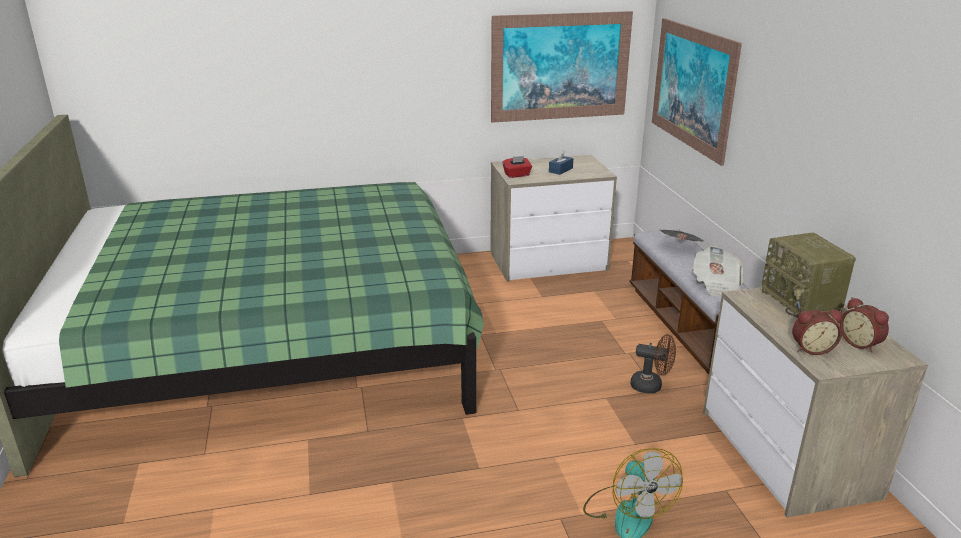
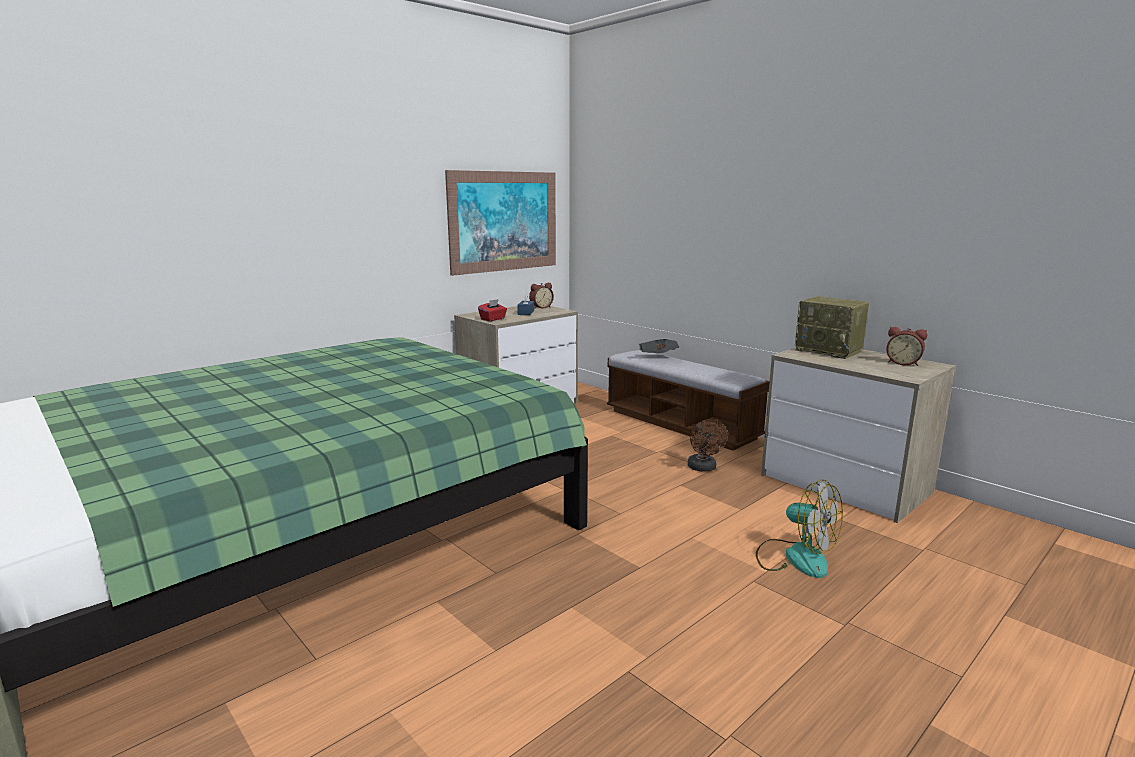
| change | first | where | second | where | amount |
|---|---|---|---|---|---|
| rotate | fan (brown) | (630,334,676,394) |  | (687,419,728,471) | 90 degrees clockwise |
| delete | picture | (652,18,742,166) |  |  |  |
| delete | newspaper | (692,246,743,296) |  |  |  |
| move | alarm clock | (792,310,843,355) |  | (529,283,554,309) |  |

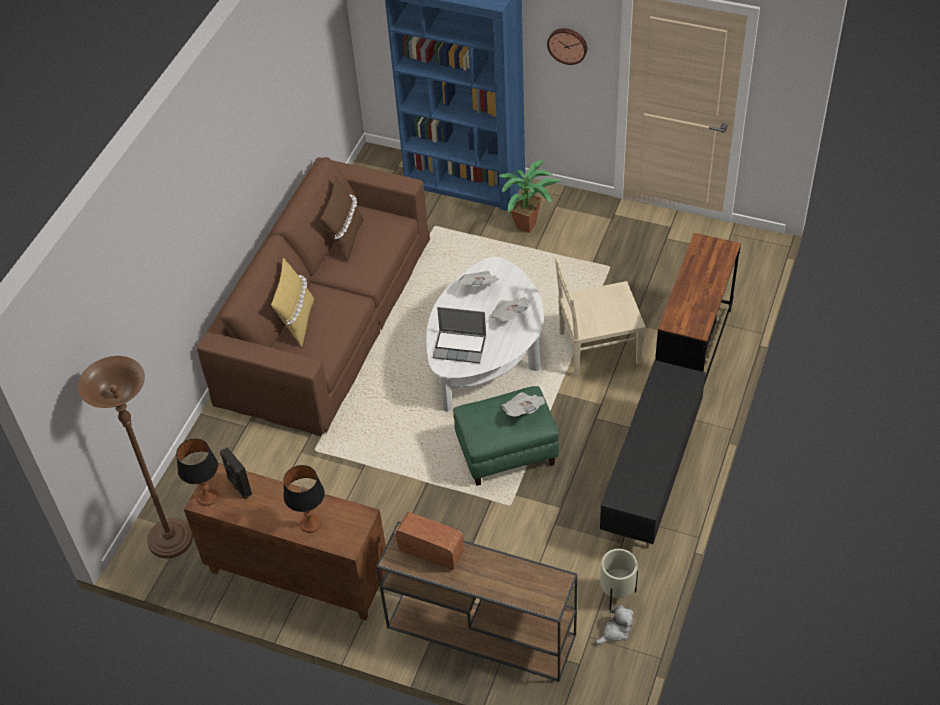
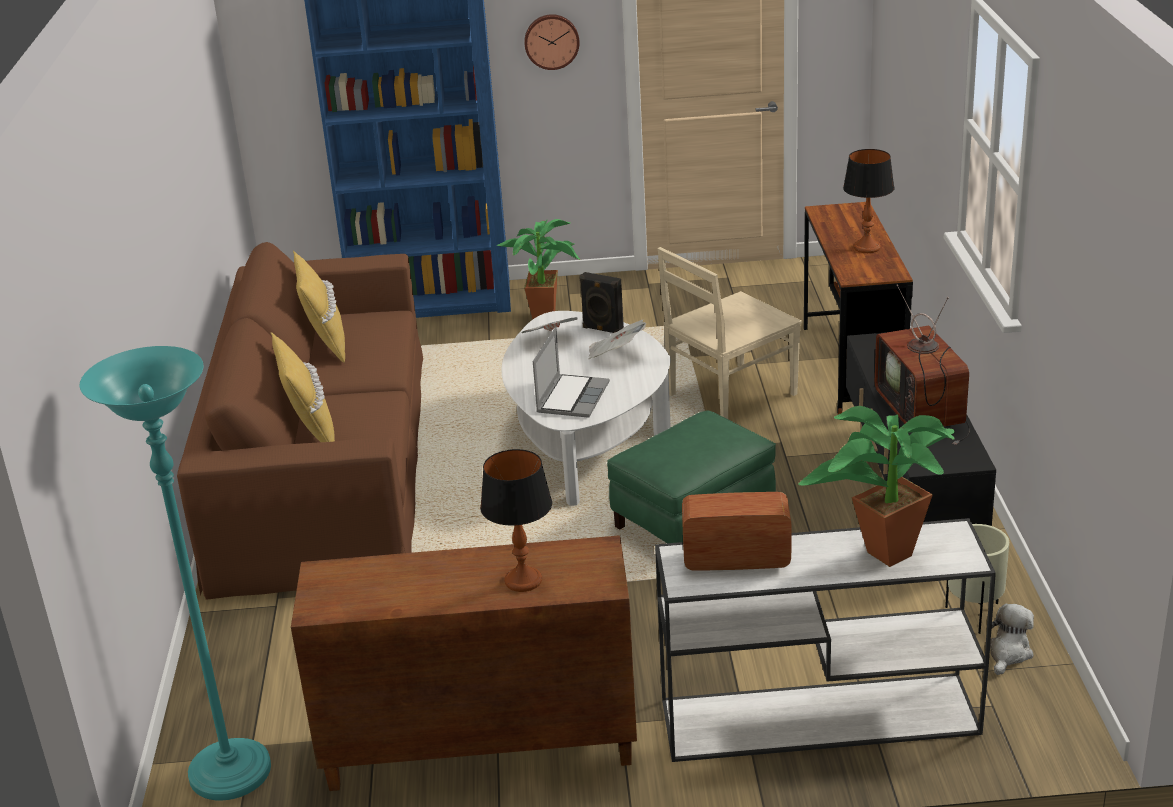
| change | first | where | second | where | amount |
|---|---|---|---|---|---|
| recolor | floor lamp (brown) | (78,356,193,558) | floor lamp (turquoise) | (79,346,271,801) |  |
| move | table lamp | (176,438,218,506) |  | (843,149,894,253) |  |
| move | speaker (black) | (220,447,252,499) |  | (579,272,624,333) |  |
| recolor | pillow (brown) | (320,177,364,263) | pillow (yellow) | (293,251,345,363) |  |
| recolor | console table (brown) | (376,522,578,681) | console table (white) | (655,518,996,762) |  |
| rotate | laptop | (433,307,486,364) |  | (533,327,610,418) | 60 degrees counterclockwise |
| delete | newspaper | (502,392,545,416) |  |  |  |
| insert |  |  | potted plant | (799,406,955,567) |  |
| insert |  |  | television | (875,284,970,445) |  |

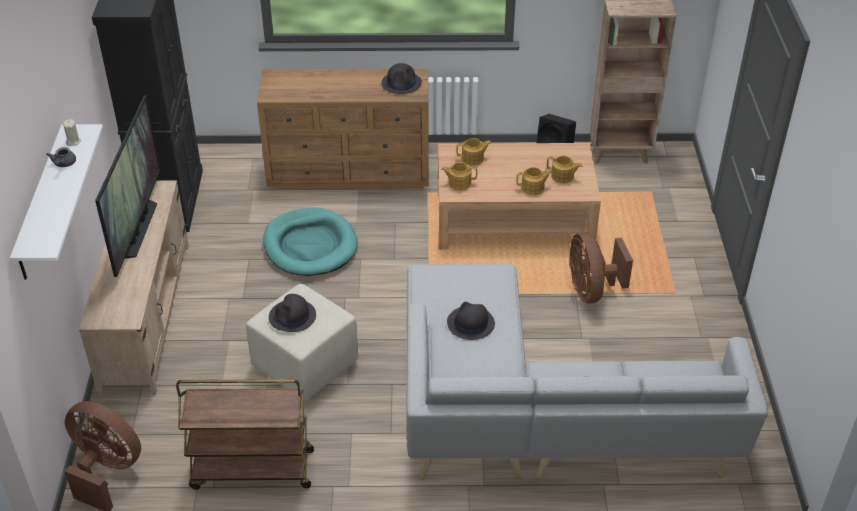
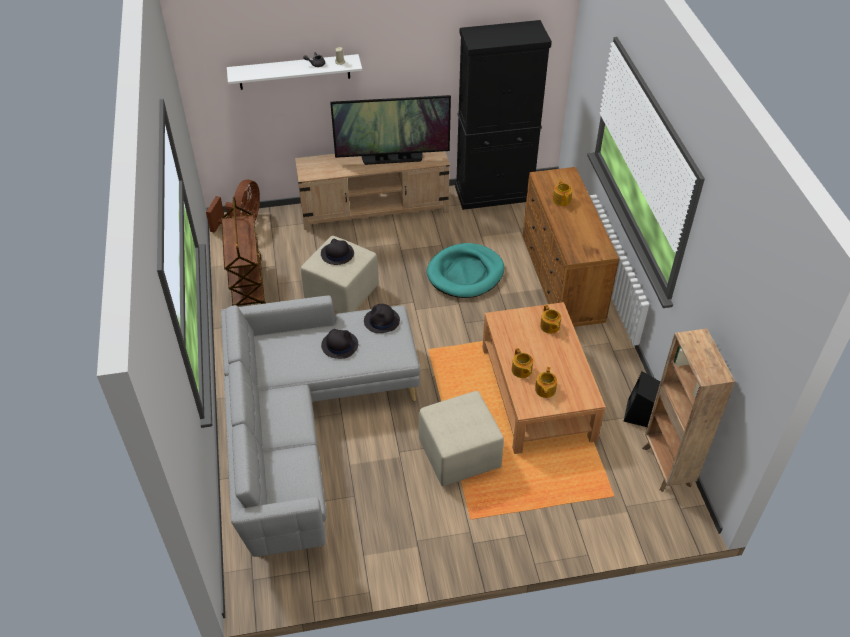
| change | first | where | second | where | amount |
|---|---|---|---|---|---|
| move | hat (black) | (381,63,422,94) |  | (364,304,400,333) |  |
| move | teapot | (441,162,477,190) |  | (553,179,572,206) |  |
| replace | fan (brown) | (569,232,633,303) | ottoman (beige) | (418,391,504,487) |  |

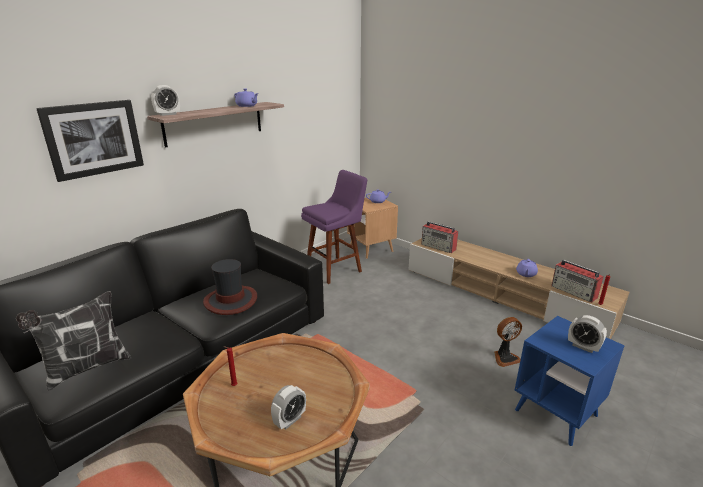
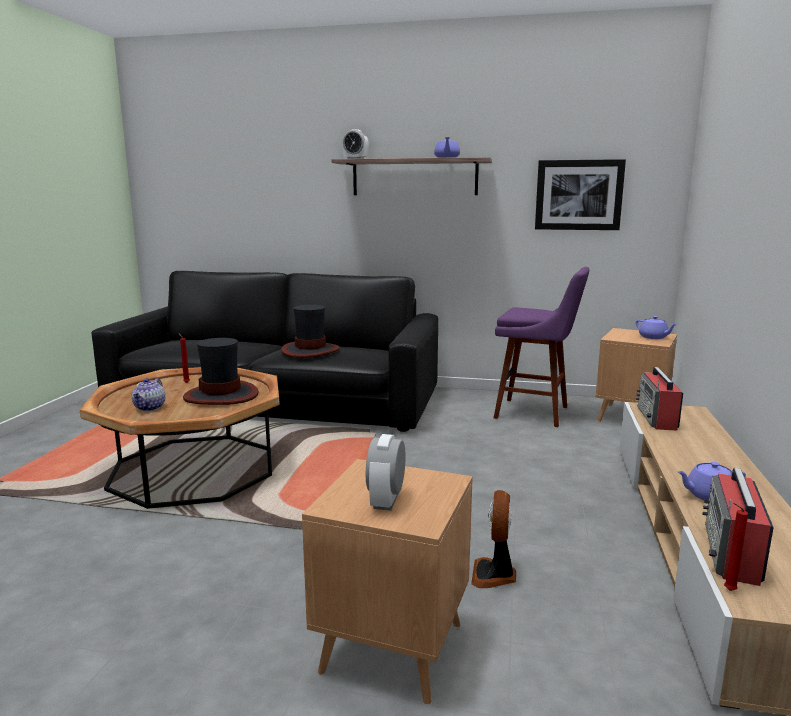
| change | first | where | second | where | amount |
|---|---|---|---|---|---|
| delete | pillow | (16,291,131,391) |  |  |  |
| move | picture | (36,100,144,182) |  | (535,159,626,230) |  |
| replace | alarm clock | (271,385,306,430) | teapot | (132,378,165,411) |  |
| rotate | fan | (494,317,522,367) |  | (471,490,516,588) | 60 degrees clockwise |
| recolor | side table (blue) | (515,316,625,446) | side table (brown) | (302,459,473,705) |  |
| insert |  |  | hat | (183,338,259,405) |  |

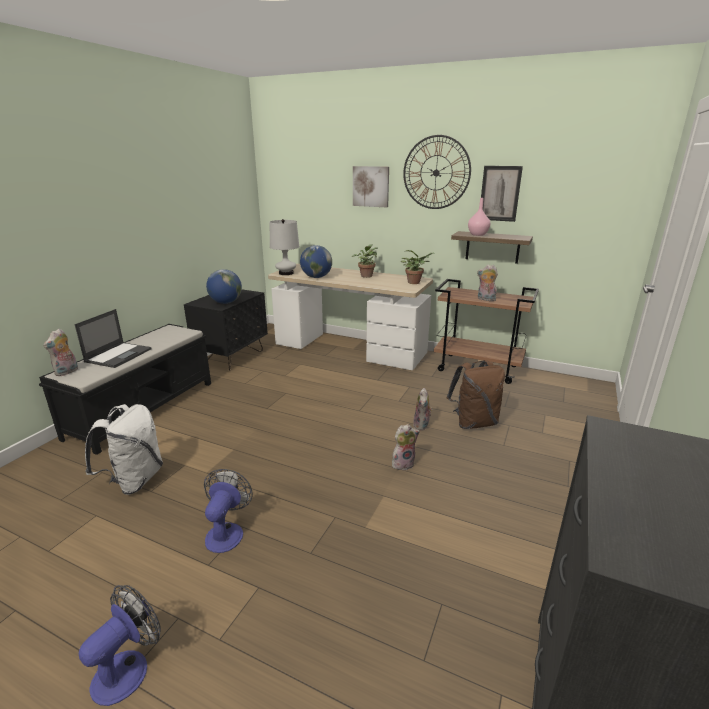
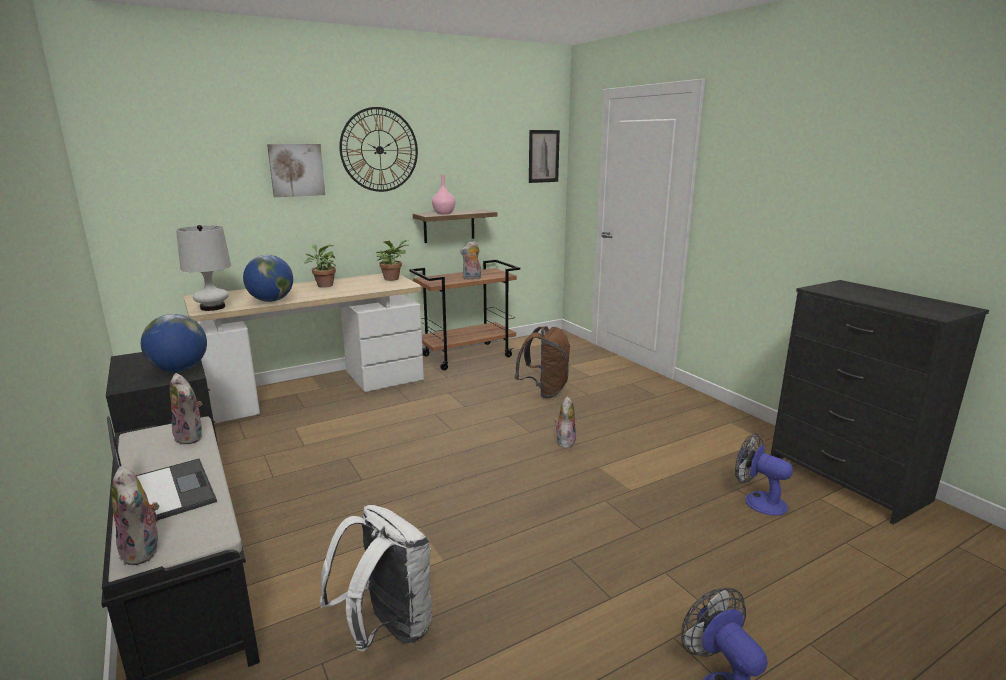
| change | first | where | second | where | amount |
|---|---|---|---|---|---|
| move | fan | (204,469,253,553) |  | (735,433,793,515) |  |
| move | plush toy | (413,388,433,431) |  | (170,373,202,445) |  |
| move | picture | (481,166,523,222) |  | (529,130,560,183) |  |

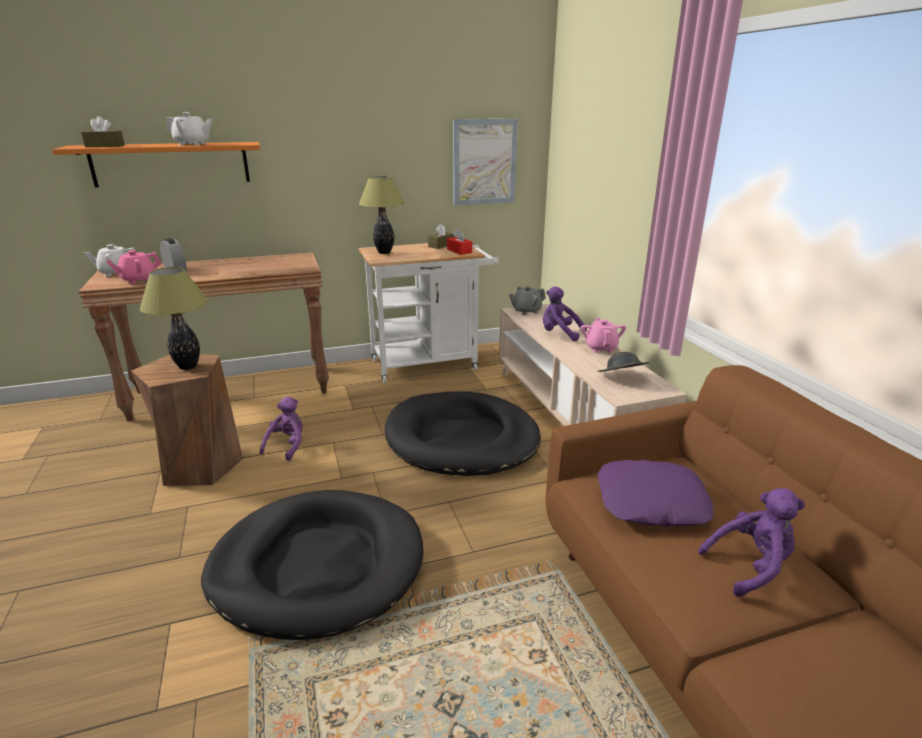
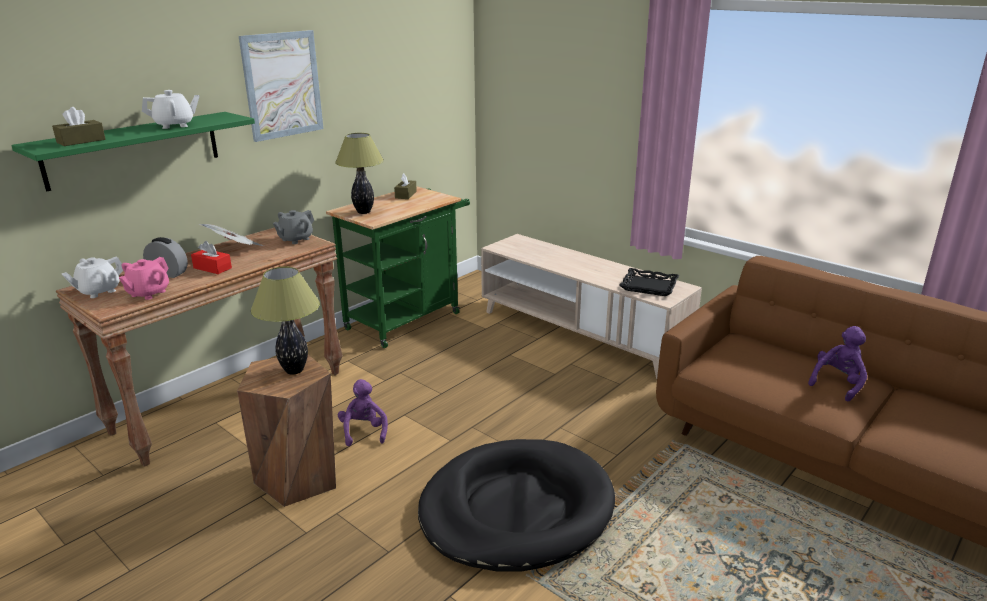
| change | first | where | second | where | amount |
|---|---|---|---|---|---|
| recolor | shelf (orange) | (52,142,260,188) | shelf (green) | (11,112,255,191) |  |
| recolor | cart (white) | (359,243,499,383) | cart (green) | (326,186,470,348) |  |
| delete | dog bed (black) | (385,391,541,476) |  |  |  |
| move | tissue box (red) | (447,229,472,255) |  | (191,241,232,274) |  |
| move | picture | (453,119,518,206) |  | (239,30,323,142) |  |
| move | teapot (grey) | (509,286,546,315) |  | (273,210,314,244) |  |
| delete | plush toy (purple) | (543,287,587,341) |  |  |  |
| delete | teapot (pink) | (581,318,626,353) |  |  |  |
| replace | hat (grey) | (597,352,650,372) | tray (black) | (619,268,679,296) |  |
| delete | pillow (purple) | (598,460,714,527) |  |  |  |
| insert |  |  | newspaper | (198,224,265,246) |  |

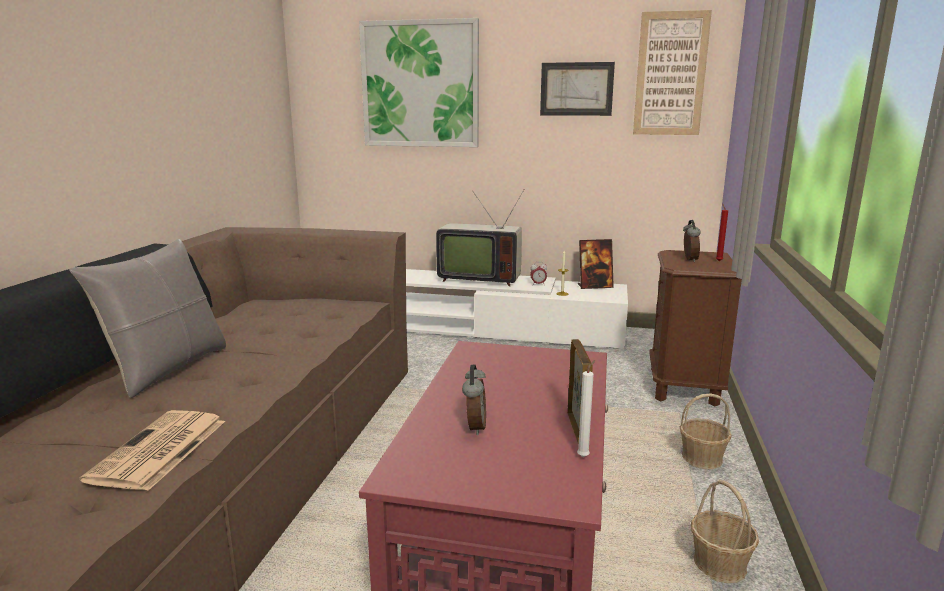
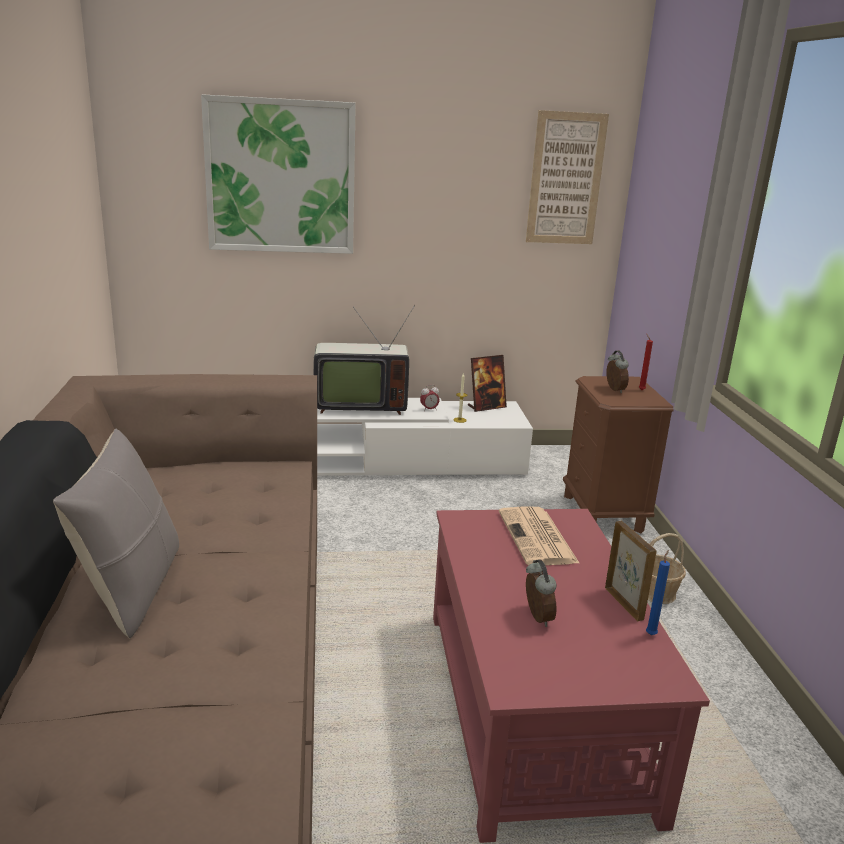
| change | first | where | second | where | amount |
|---|---|---|---|---|---|
| move | newspaper | (80,410,225,491) |  | (499,506,580,565) |  |
| delete | picture | (540,62,615,116) |  |  |  |
| recolor | candle (white) | (577,360,595,457) | candle (blue) | (646,550,670,635) |  |
| delete | basket | (691,480,759,583) |  |  |  |

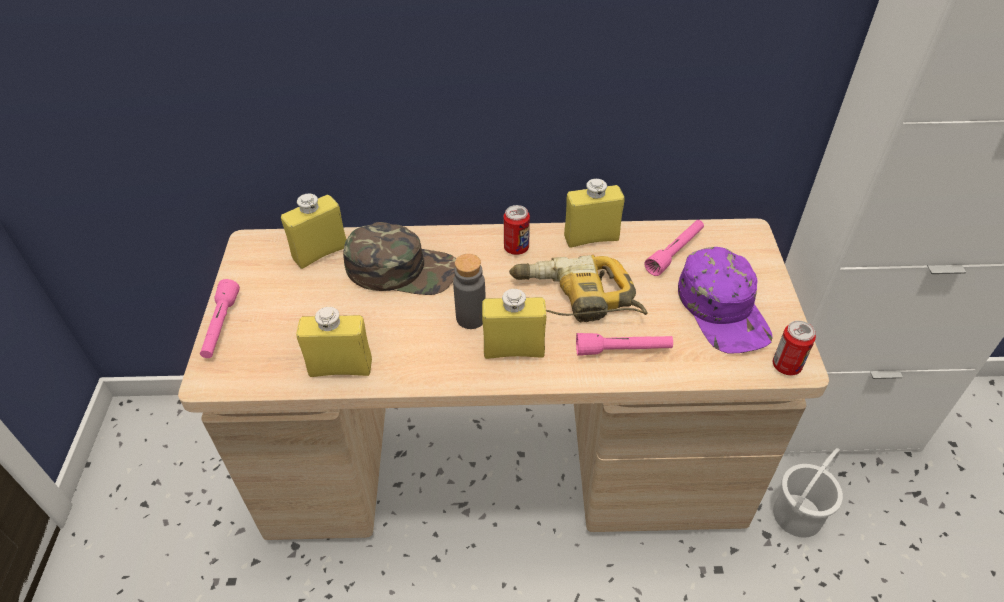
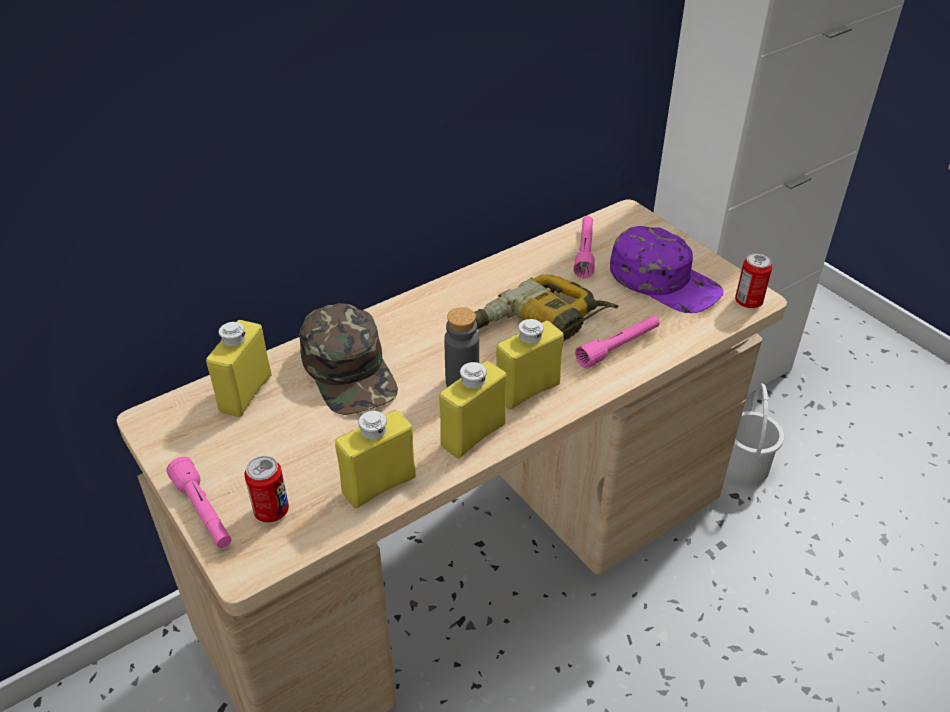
| change | first | where | second | where | amount |
|---|---|---|---|---|---|
| rotate | cap (green) | (343,222,456,295) |  | (299,303,398,415) | 90 degrees clockwise |
| move | can | (504,205,530,255) |  | (244,456,289,522) |  |
| move | bottle (yellow) | (564,179,624,248) |  | (439,361,507,458) |  |

